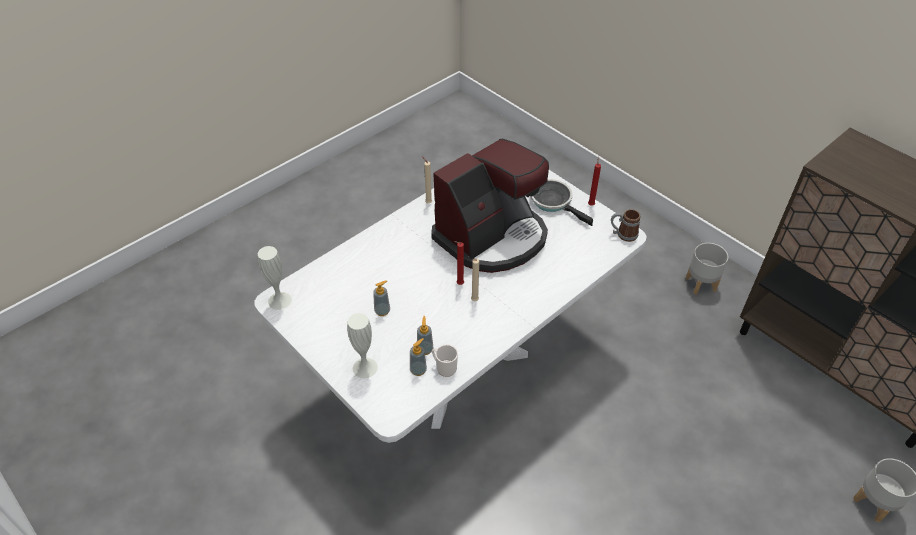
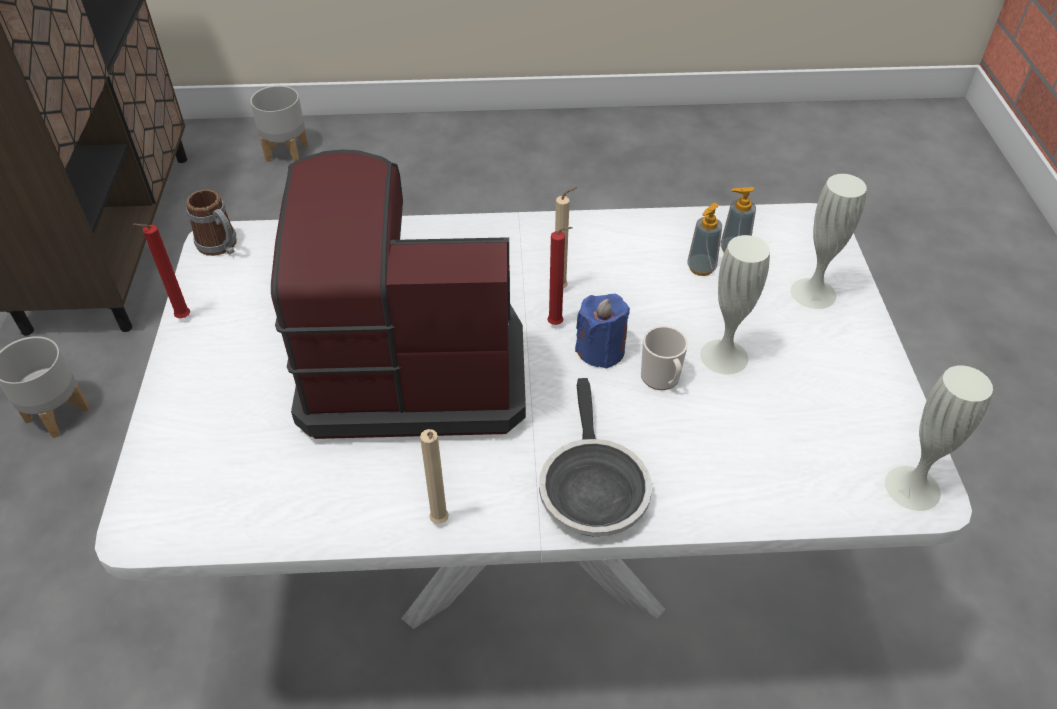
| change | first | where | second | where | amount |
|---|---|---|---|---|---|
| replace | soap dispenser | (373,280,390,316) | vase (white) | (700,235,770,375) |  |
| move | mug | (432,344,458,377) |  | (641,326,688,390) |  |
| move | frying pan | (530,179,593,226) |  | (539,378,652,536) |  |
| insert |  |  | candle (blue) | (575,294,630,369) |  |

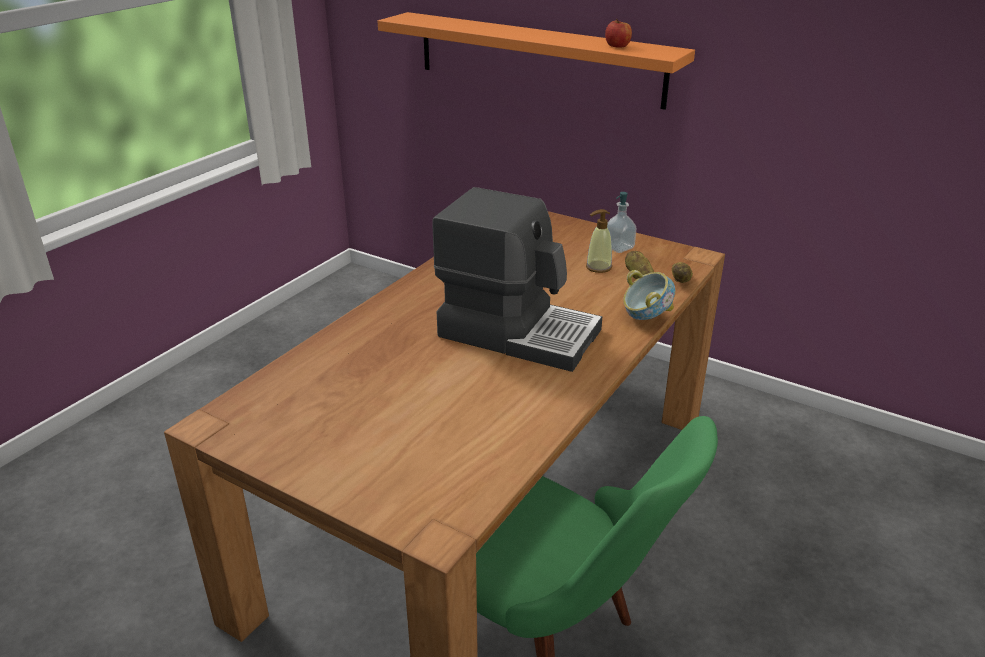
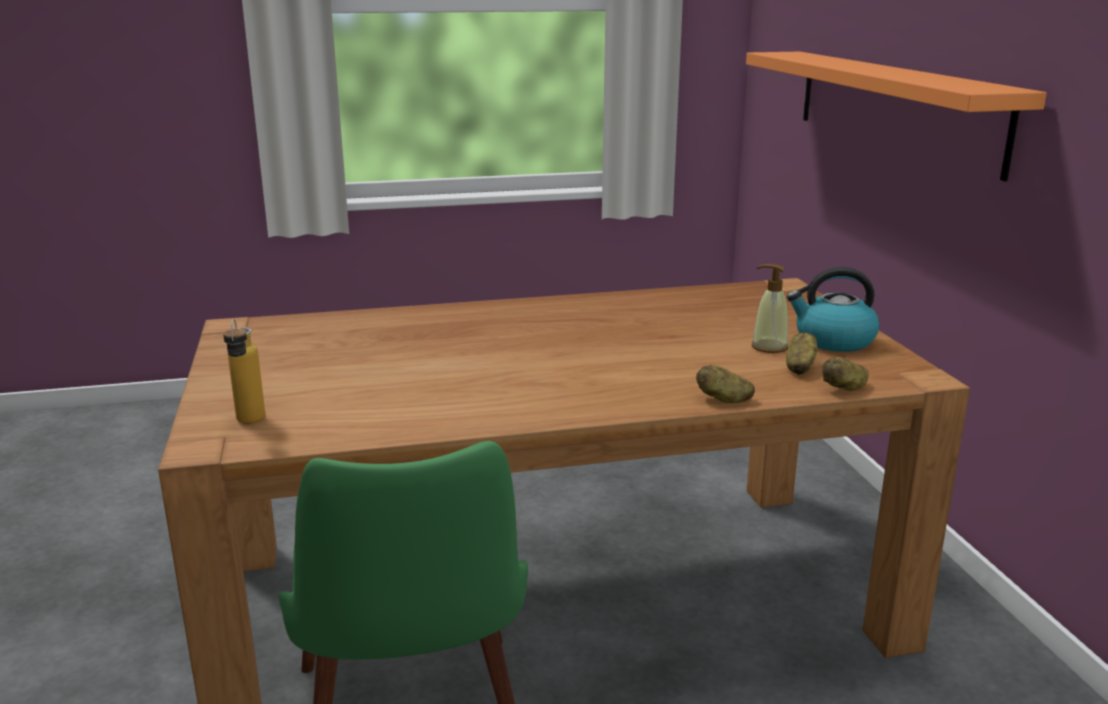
| change | first | where | second | where | amount |
|---|---|---|---|---|---|
| delete | coffee machine | (432,187,602,372) |  |  |  |
| delete | apple | (605,19,632,48) |  |  |  |
| replace | soap dispenser | (607,192,636,253) | kettle | (787,267,879,352) |  |
| replace | bowl | (623,270,675,320) | potato | (696,365,755,403) |  |
| insert |  |  | bottle | (223,319,265,424) |  |

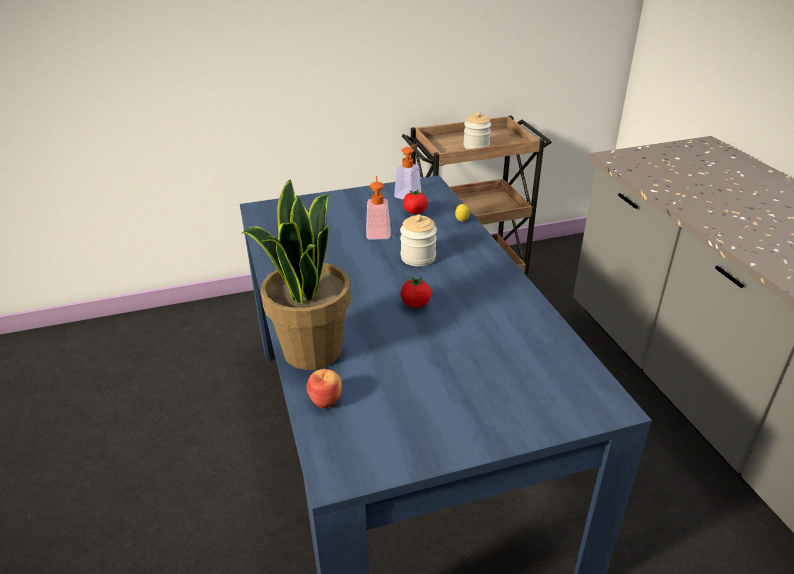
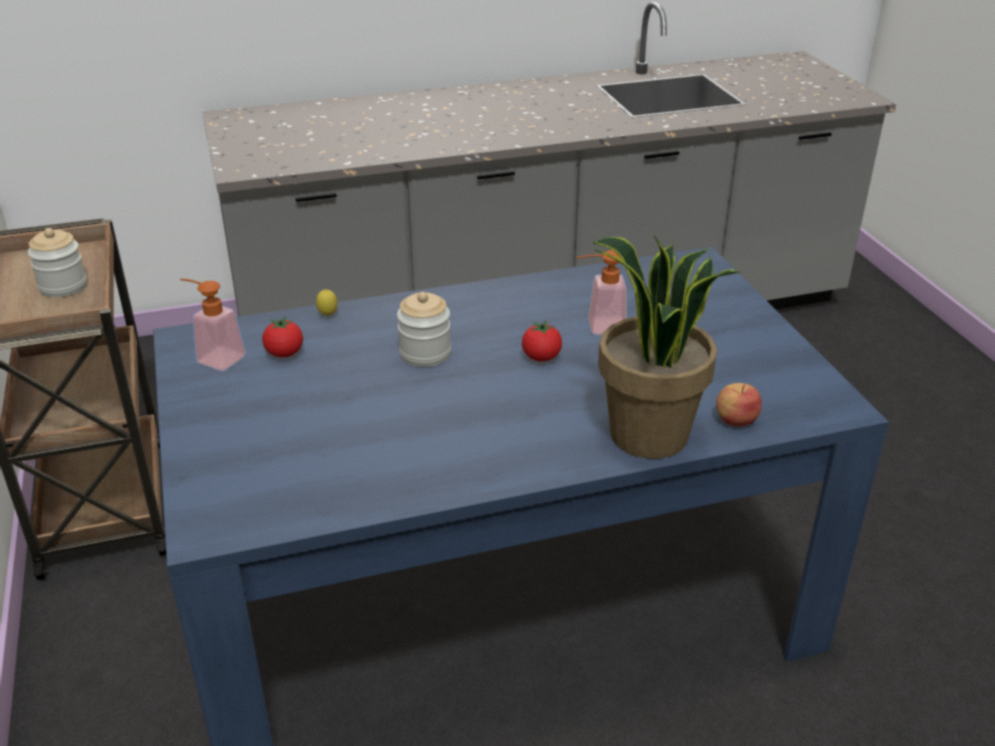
| change | first | where | second | where | amount |
|---|---|---|---|---|---|
| move | soap dispenser | (366,176,391,240) |  | (576,250,627,335) |  |

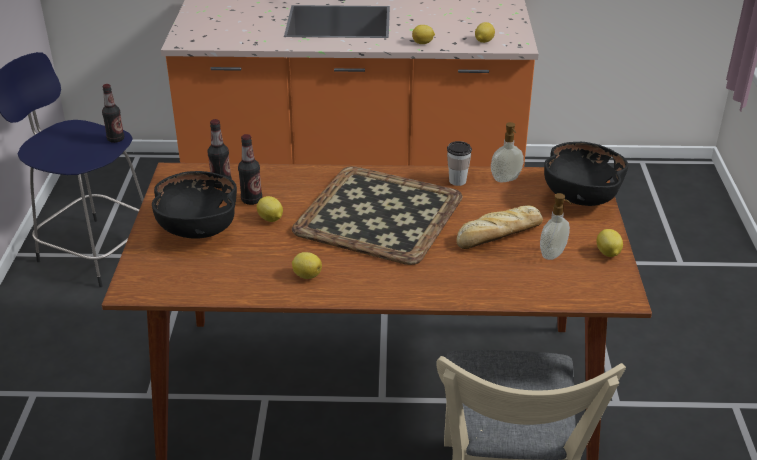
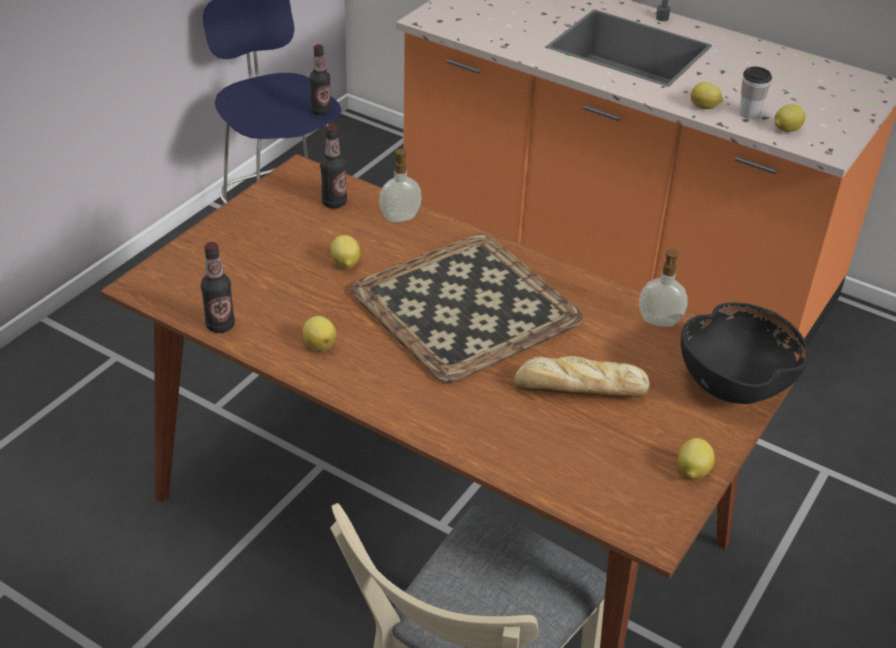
| change | first | where | second | where | amount |
|---|---|---|---|---|---|
| delete | bowl (black) | (152,171,237,239) |  |  |  |
| move | bottle | (238,134,262,205) |  | (201,242,235,333) |  |
| move | cup | (447,141,472,186) |  | (739,67,772,119) |  |
| move | soap dispenser | (540,193,572,260) |  | (379,149,422,222) |  |

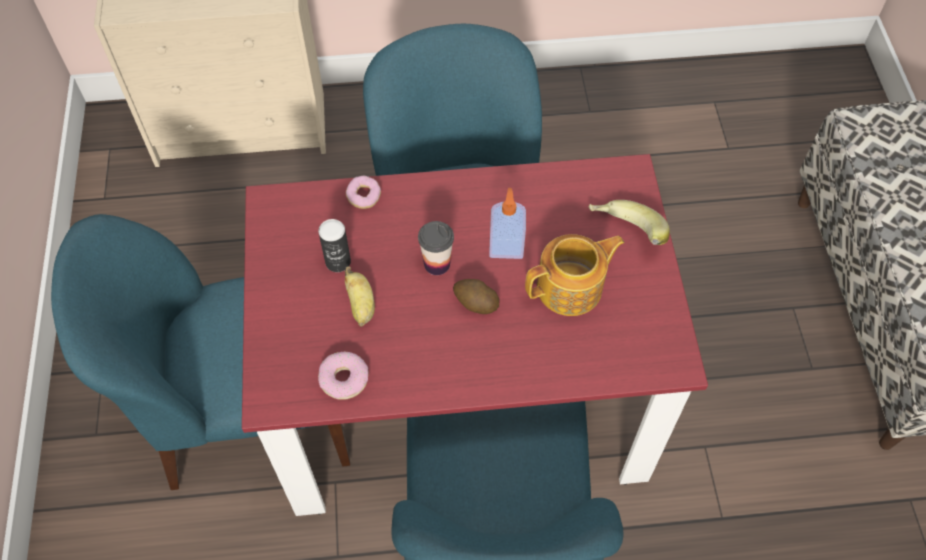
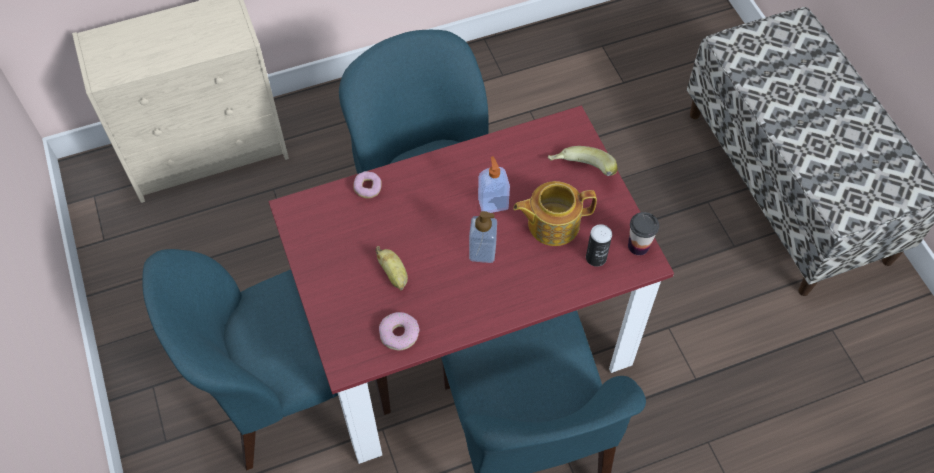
| change | first | where | second | where | amount |
|---|---|---|---|---|---|
| move | can | (318,219,351,272) |  | (586,224,612,267) |  |
| move | cup | (418,221,454,275) |  | (628,212,659,255) |  |
| replace | potato | (453,279,500,314) | soap dispenser | (469,211,497,263) |  |
| rotate | teapot | (525,234,625,316) |  | (513,181,597,246) | 150 degrees counterclockwise |

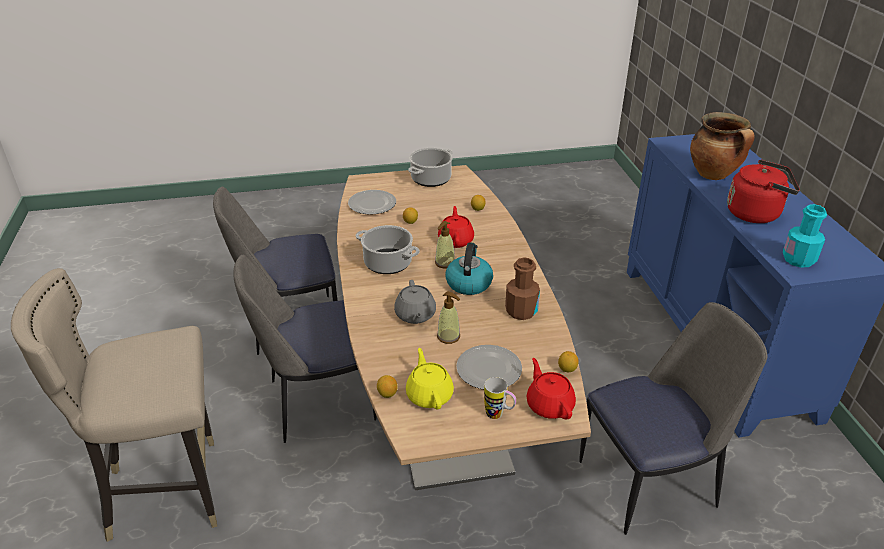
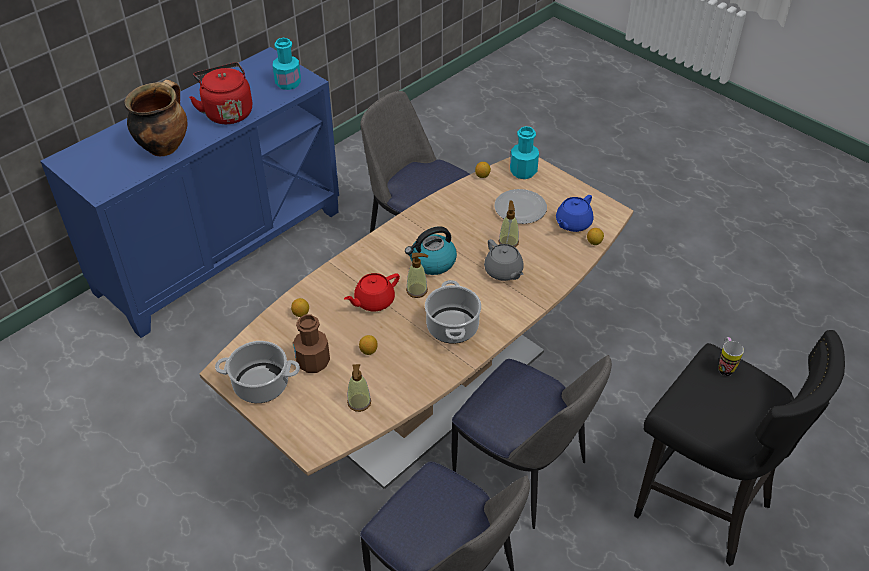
| change | first | where | second | where | amount |
|---|---|---|---|---|---|
| recolor | stool (beige) | (11,268,217,542) | stool (black) | (634,330,845,566) |  |
| replace | plate | (348,190,396,215) | soap dispenser | (347,364,371,412) |  |
| rotate | teapot (grey) | (394,280,436,324) |  | (484,239,524,281) | 105 degrees clockwise |
| recolor | teapot (yellow) | (406,348,454,409) | teapot (blue) | (556,195,594,232) |  |
| move | mug | (484,377,516,419) |  | (719,337,744,376) |  |
| move | bottle (brown) | (505,257,540,320) |  | (293,314,330,373) |  |
| replace | teapot (red) | (527,358,576,419) | bottle (turquoise) | (510,126,539,179) |  |

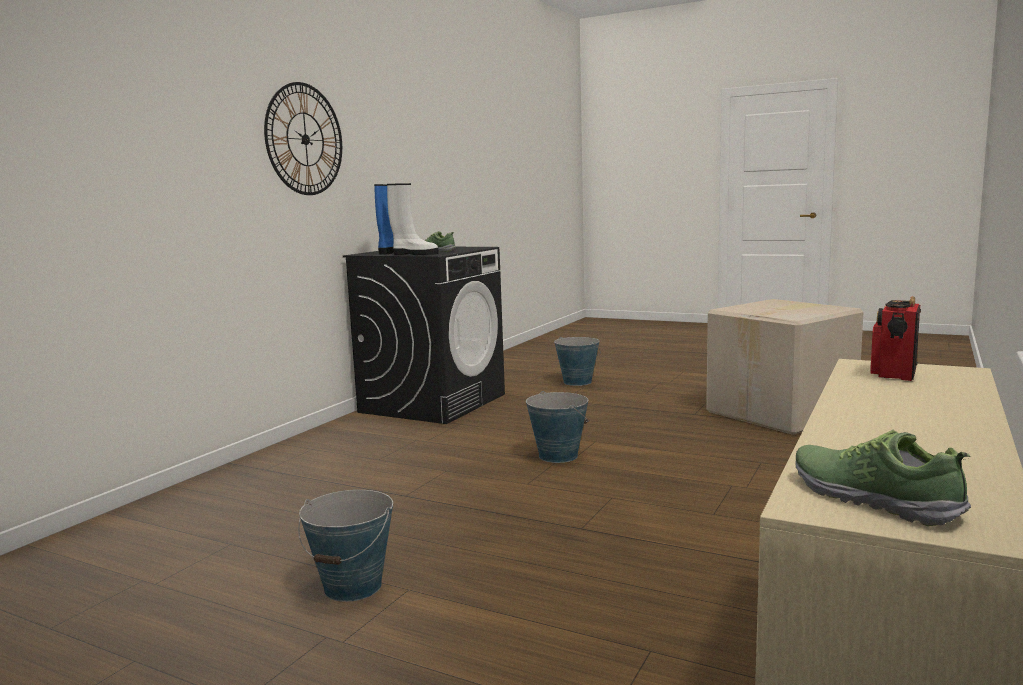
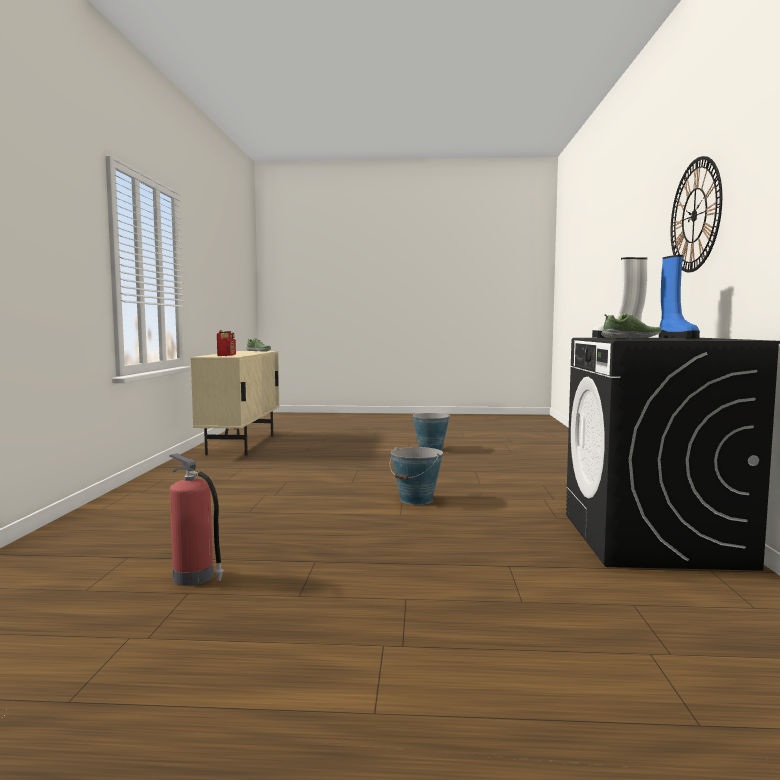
| change | first | where | second | where | amount |
|---|---|---|---|---|---|
| delete | bucket | (554,337,601,386) |  |  |  |
| replace | cardboard box | (706,299,863,435) | fire extinguisher | (170,453,224,586) |  |

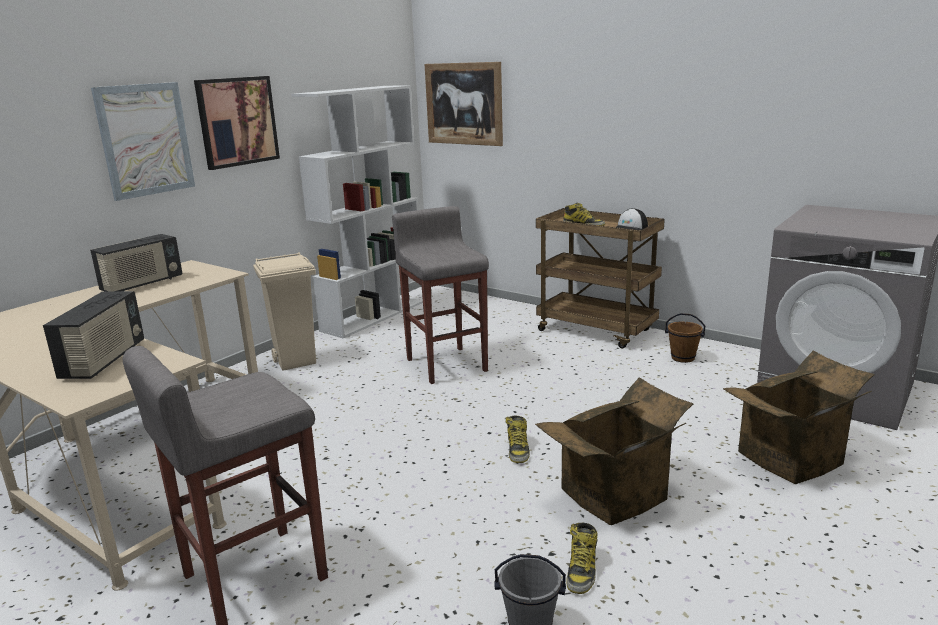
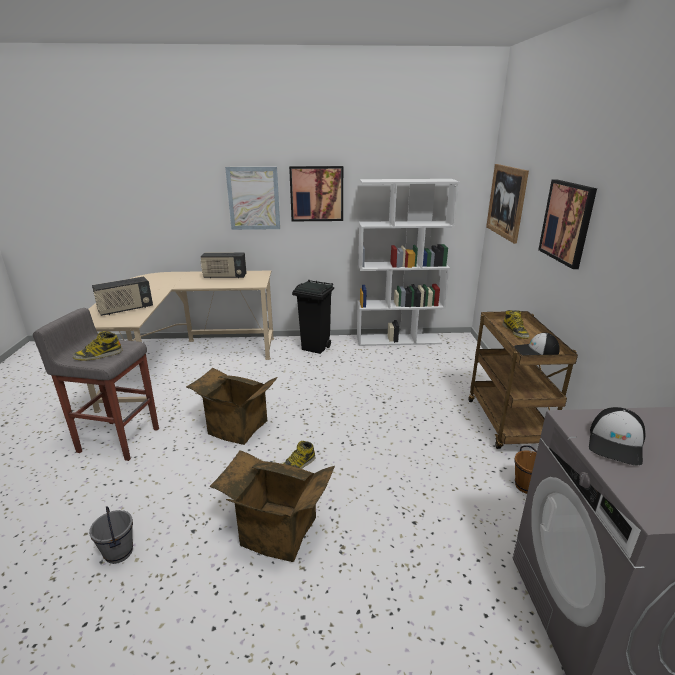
| change | first | where | second | where | amount |
|---|---|---|---|---|---|
| recolor | trash can (beige) | (253,252,316,371) | trash can (black) | (292,280,334,354) |  |
| delete | stool (grey) | (392,206,489,384) |  |  |  |
| move | boot | (566,523,598,594) |  | (73,331,122,361) |  |
| move | cardboard box | (723,351,875,484) |  | (186,368,278,445) |  |
| insert |  |  | picture | (538,179,597,269) |  |
| insert |  |  | cap | (589,407,645,465) |  |

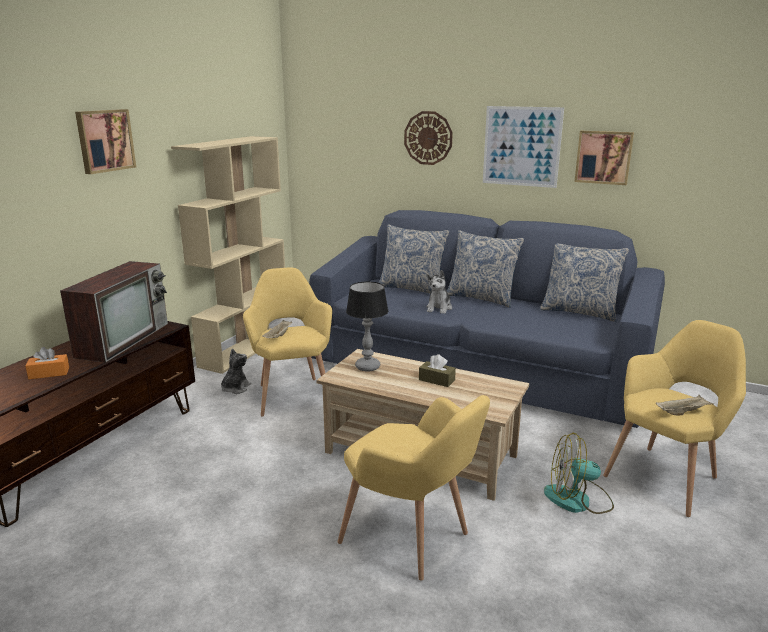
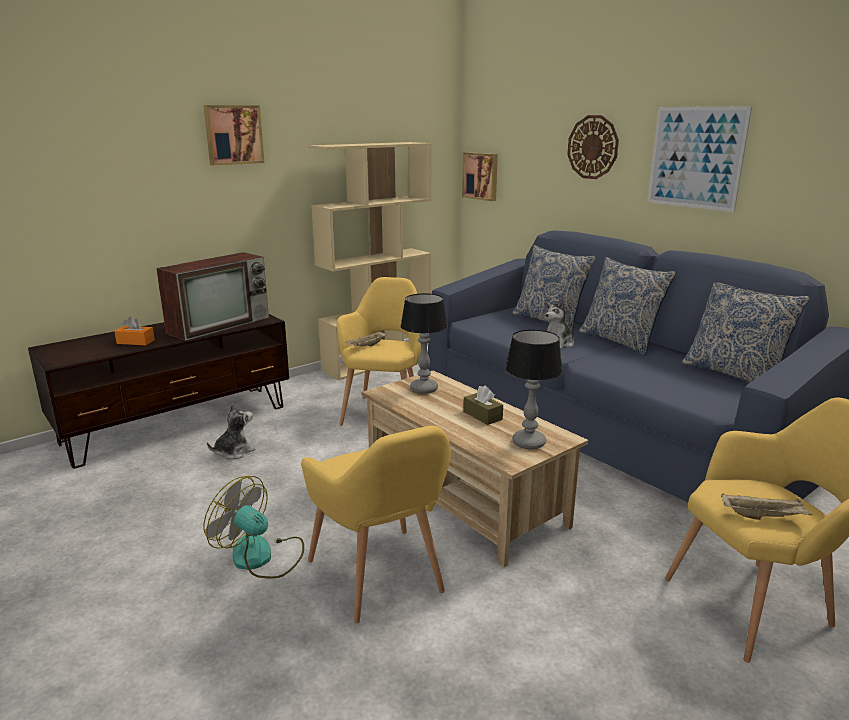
| change | first | where | second | where | amount |
|---|---|---|---|---|---|
| move | plush toy | (221,349,251,394) |  | (207,404,256,460) |  |
| move | fan | (544,433,614,514) |  | (204,476,304,579) |  |
| move | picture | (575,131,634,185) |  | (462,152,498,201) |  |
| insert |  |  | table lamp | (505,330,563,450) |  |

